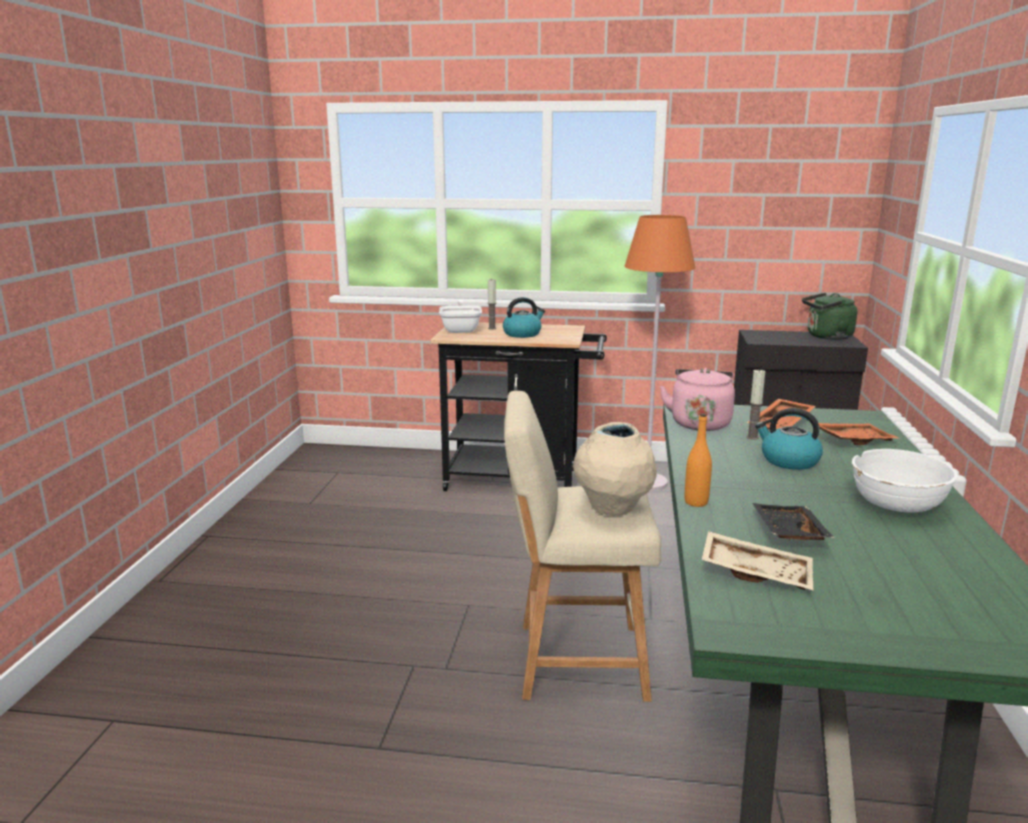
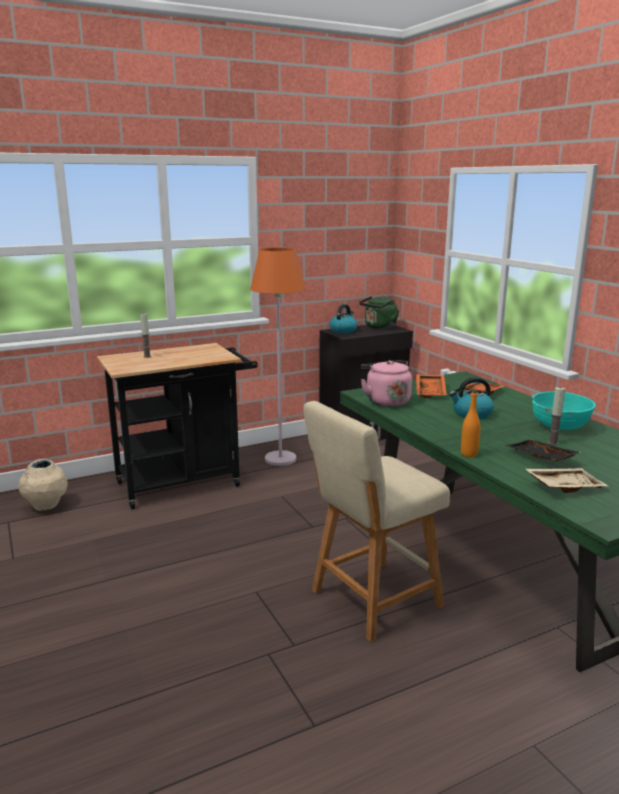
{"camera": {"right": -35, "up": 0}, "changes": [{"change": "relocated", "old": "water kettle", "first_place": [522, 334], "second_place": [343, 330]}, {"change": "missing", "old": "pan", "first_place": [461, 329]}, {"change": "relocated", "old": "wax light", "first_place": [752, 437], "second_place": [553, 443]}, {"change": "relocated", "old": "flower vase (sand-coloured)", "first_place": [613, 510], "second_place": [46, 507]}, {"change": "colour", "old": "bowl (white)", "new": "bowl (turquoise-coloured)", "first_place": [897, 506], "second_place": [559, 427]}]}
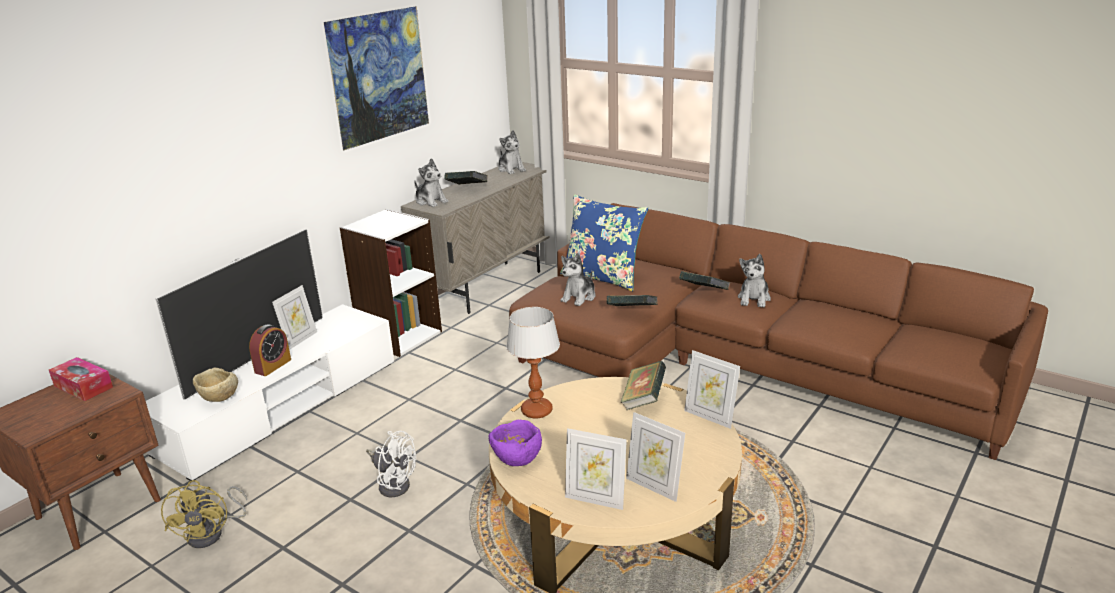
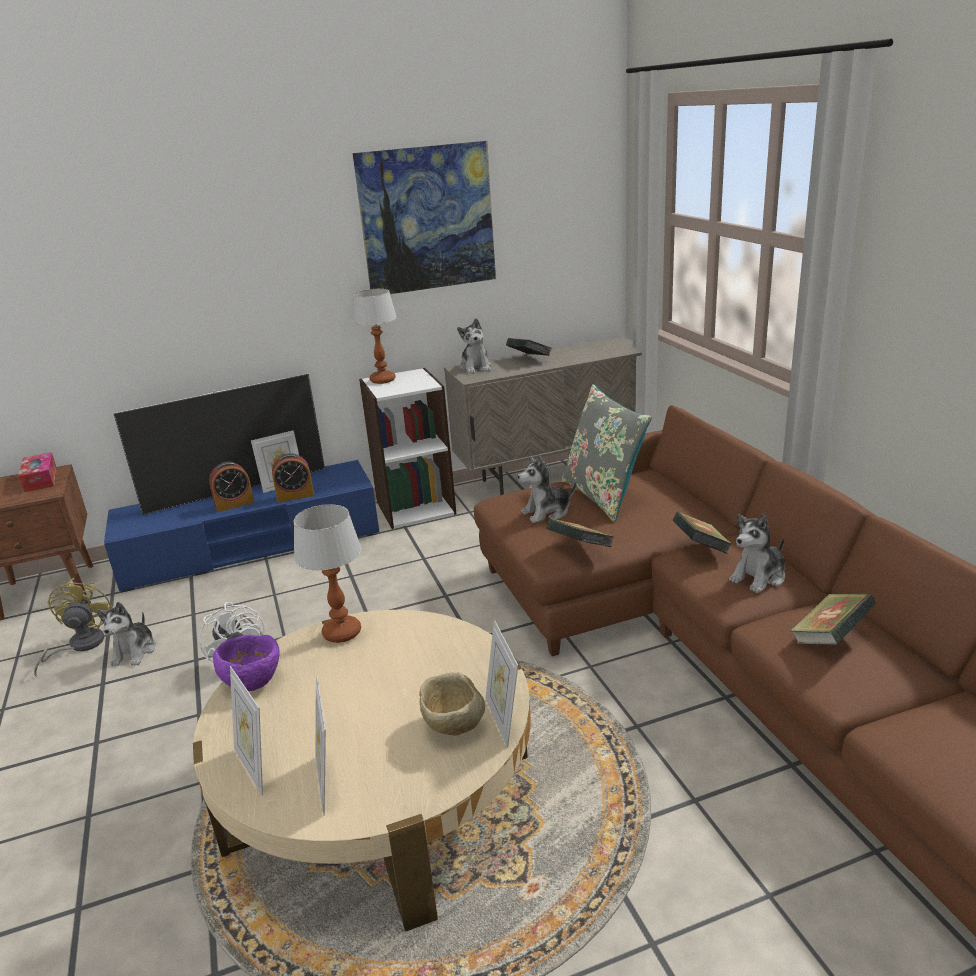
{"camera": {"right": 35, "up": 0}, "changes": [{"change": "relocated", "old": "cuddly toy", "first_place": [511, 169], "second_place": [135, 652]}, {"change": "colour", "old": "pillow (blue-coloured)", "new": "pillow (grey)", "first_place": [603, 277], "second_place": [603, 496]}, {"change": "colour", "old": "media console (white)", "new": "media console (blue-coloured)", "first_place": [281, 406], "second_place": [252, 546]}, {"change": "relocated", "old": "book", "first_place": [643, 399], "second_place": [829, 638]}, {"change": "relocated", "old": "bowl (sand-coloured)", "first_place": [219, 399], "second_place": [453, 727]}, {"change": "spun", "old": "electric fan (yellow-coloured)", "first_place": [212, 533], "second_place": [80, 646], "degrees": 150}, {"change": "appeared", "new": "tabletop lamp", "second_place": [382, 380]}, {"change": "appeared", "new": "bedside clock", "second_place": [295, 496]}]}
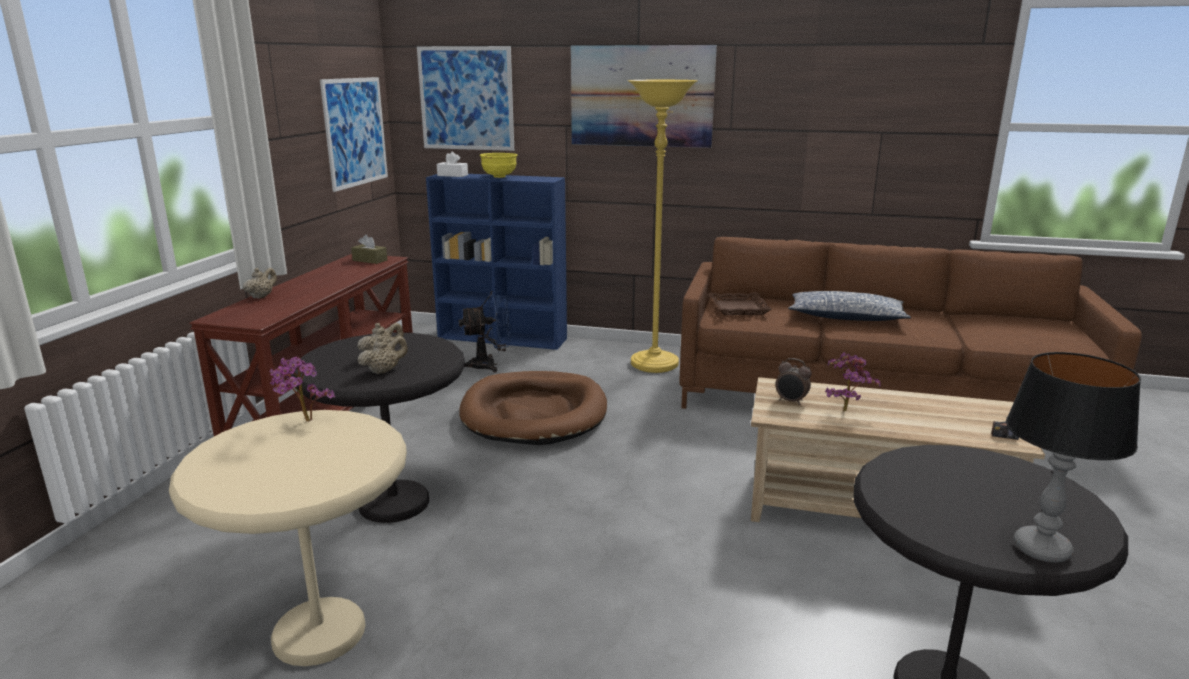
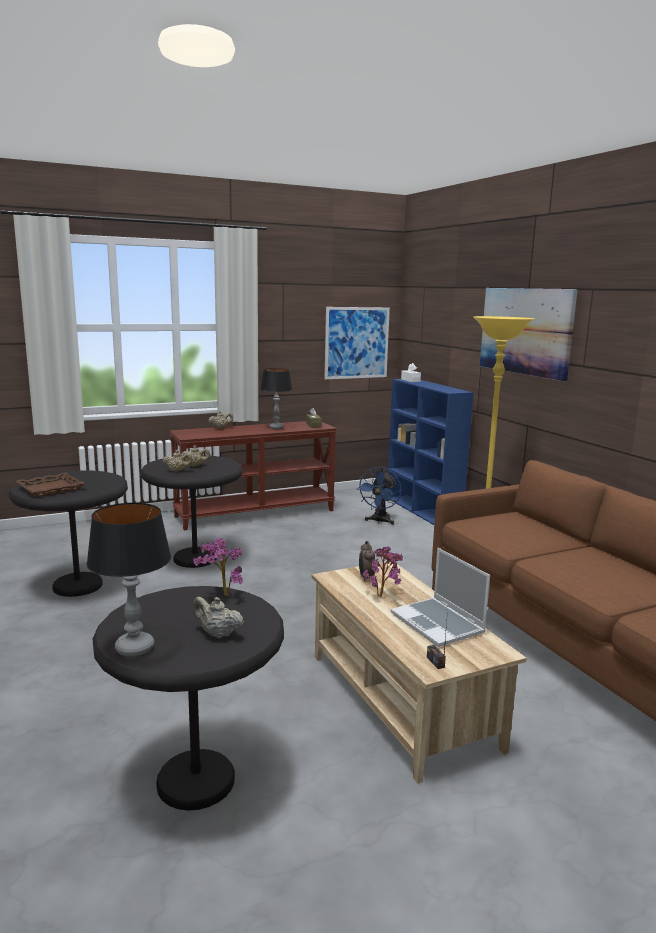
{"camera": {"right": 50, "up": -5}, "changes": [{"change": "missing", "old": "wall picture", "first_place": [466, 98]}, {"change": "missing", "old": "bowl (yellow-coloured)", "first_place": [500, 177]}, {"change": "spun", "old": "electric fan (blue-coloured)", "first_place": [489, 365], "second_place": [379, 521], "degrees": 75}, {"change": "missing", "old": "pillow", "first_place": [845, 317]}, {"change": "relocated", "old": "carrying tray (brownish)", "first_place": [739, 308], "second_place": [50, 489]}, {"change": "relocated", "old": "plant in a pot", "first_place": [304, 423], "second_place": [221, 595]}, {"change": "missing", "old": "dog cushion (brownish)", "first_place": [534, 413]}, {"change": "colour", "old": "side table (sand-coloured)", "new": "side table (blackish)", "first_place": [319, 633], "second_place": [78, 586]}, {"change": "appeared", "new": "tabletop lamp", "second_place": [276, 428]}, {"change": "appeared", "new": "portable computer", "second_place": [439, 624]}, {"change": "appeared", "new": "tea pot (sand-coloured)", "second_place": [217, 634]}]}
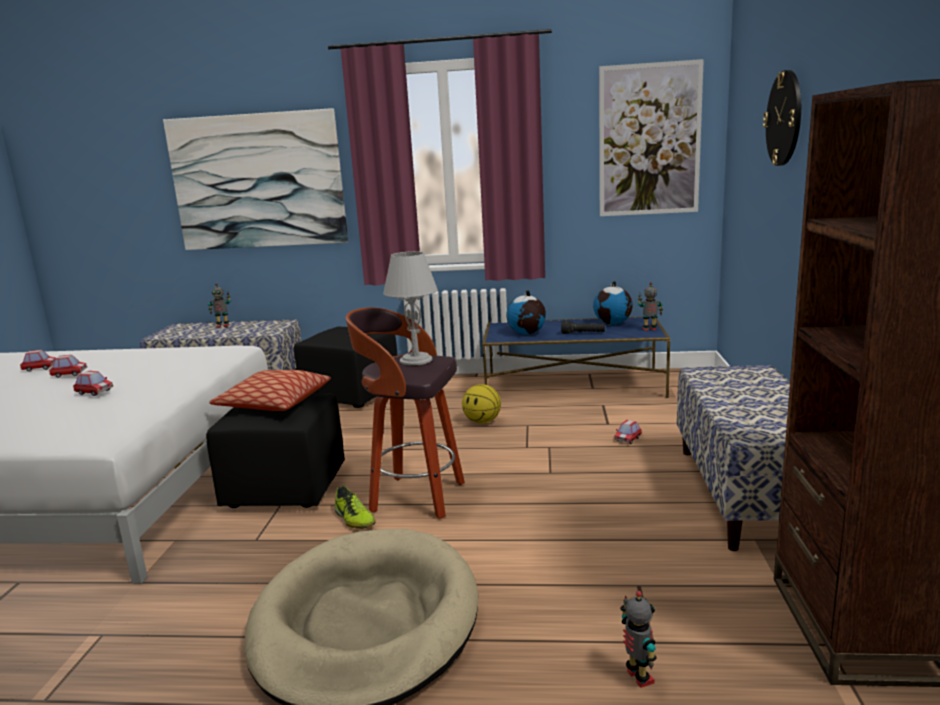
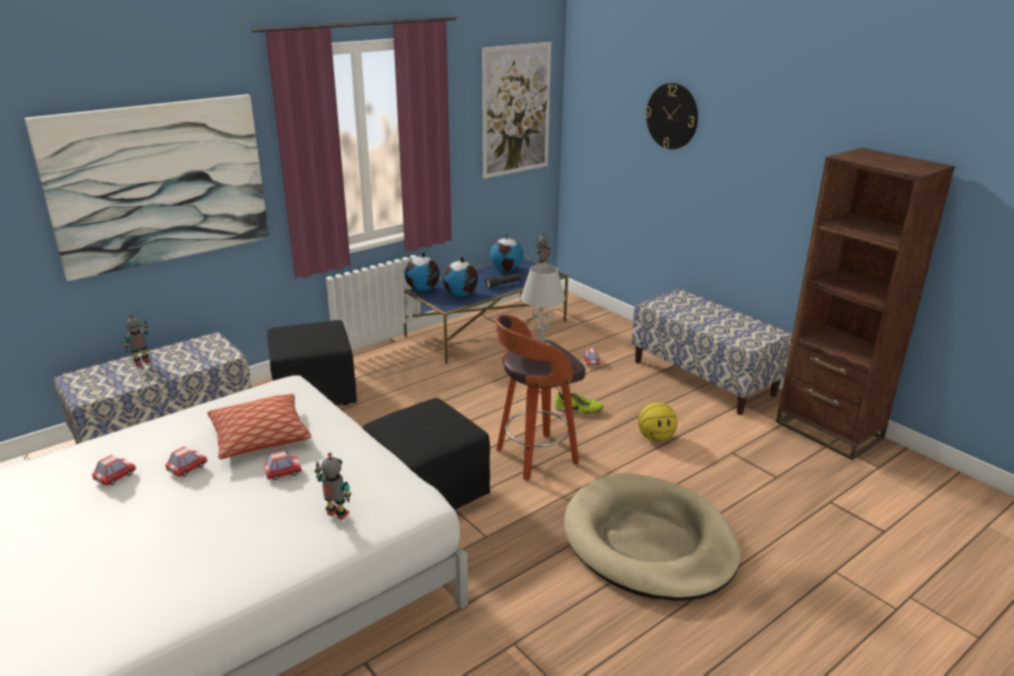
{"camera": {"right": -45, "up": 10}, "changes": [{"change": "relocated", "old": "pillow", "first_place": [274, 403], "second_place": [260, 437]}, {"change": "relocated", "old": "ball for basketball", "first_place": [482, 422], "second_place": [656, 438]}, {"change": "relocated", "old": "shoe", "first_place": [354, 519], "second_place": [578, 410]}, {"change": "relocated", "old": "model robot", "first_place": [638, 678], "second_place": [337, 514]}, {"change": "appeared", "new": "world globe", "second_place": [423, 289]}]}
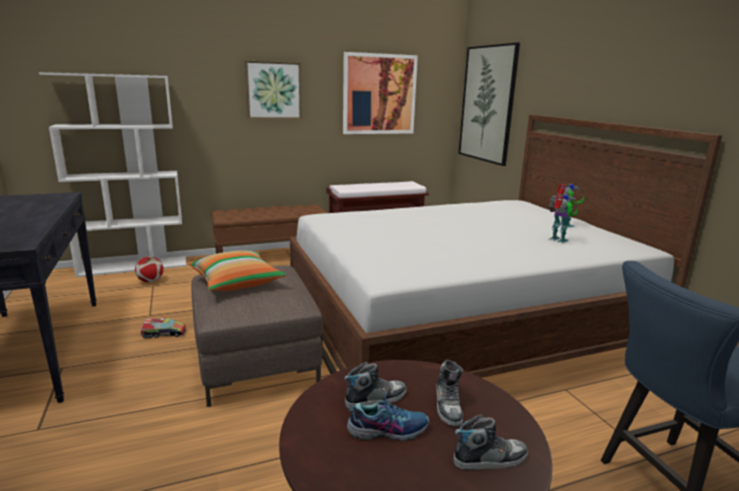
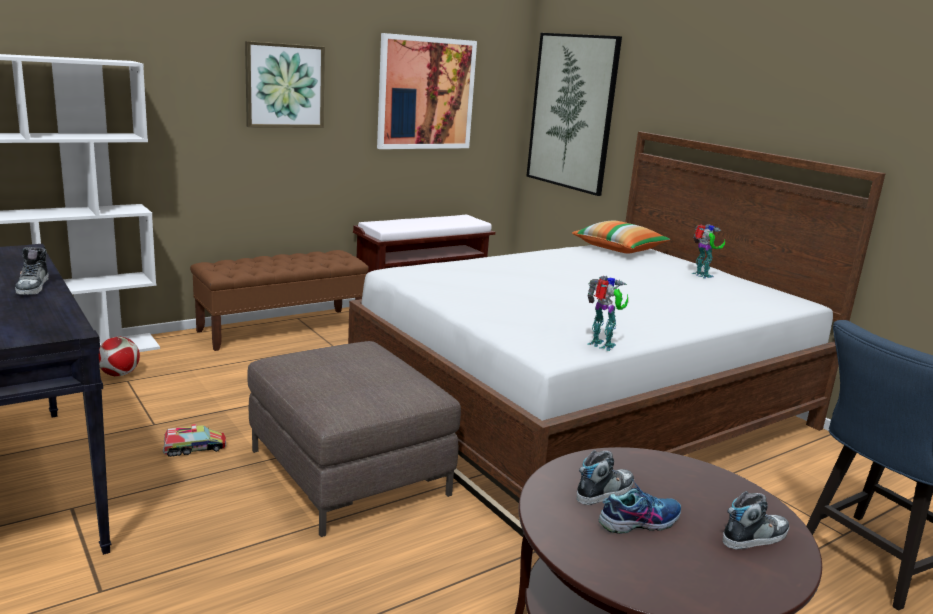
{"camera": {"right": -15, "up": 0}, "changes": [{"change": "relocated", "old": "model robot", "first_place": [558, 240], "second_place": [602, 346]}, {"change": "relocated", "old": "pillow", "first_place": [237, 282], "second_place": [619, 249]}, {"change": "relocated", "old": "shoe", "first_place": [448, 405], "second_place": [33, 287]}]}
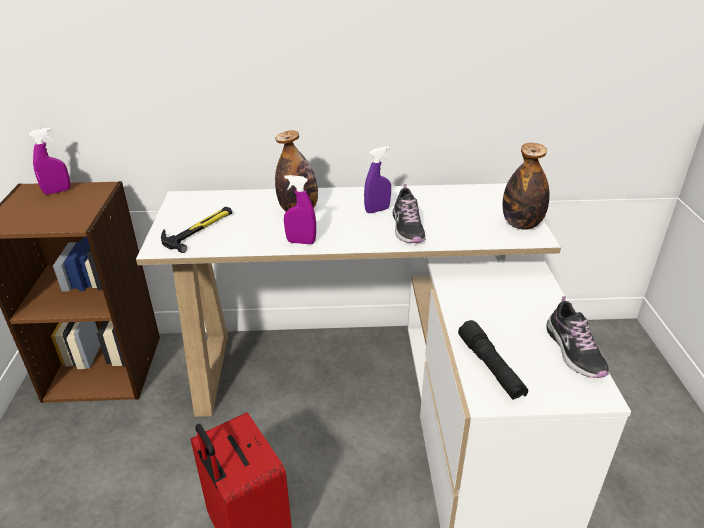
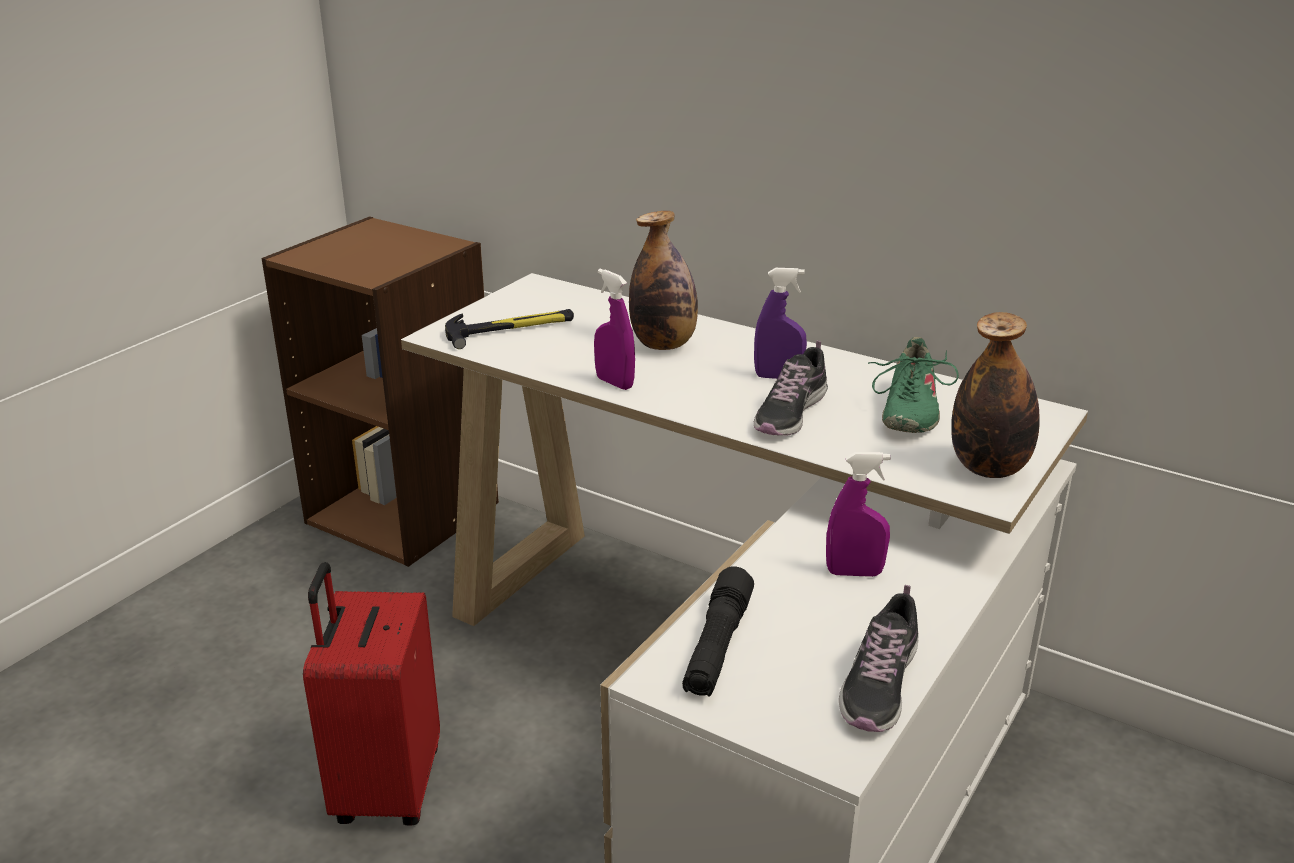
{"camera": {"right": 35, "up": -5}, "changes": [{"change": "relocated", "old": "hand sprayer (purple-coloured)", "first_place": [57, 191], "second_place": [854, 573]}, {"change": "appeared", "new": "shoe (greenish)", "second_place": [908, 411]}]}
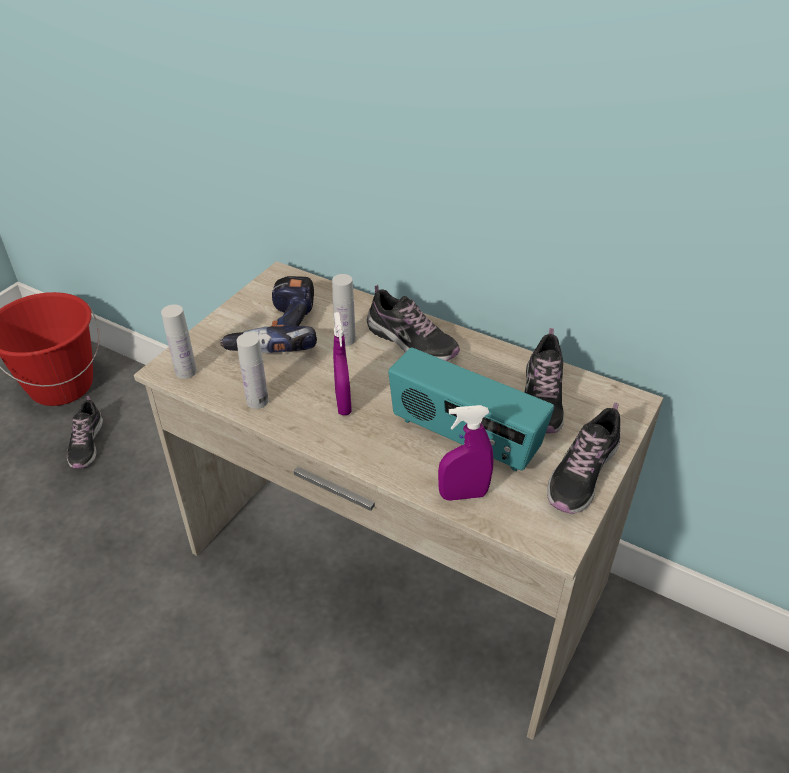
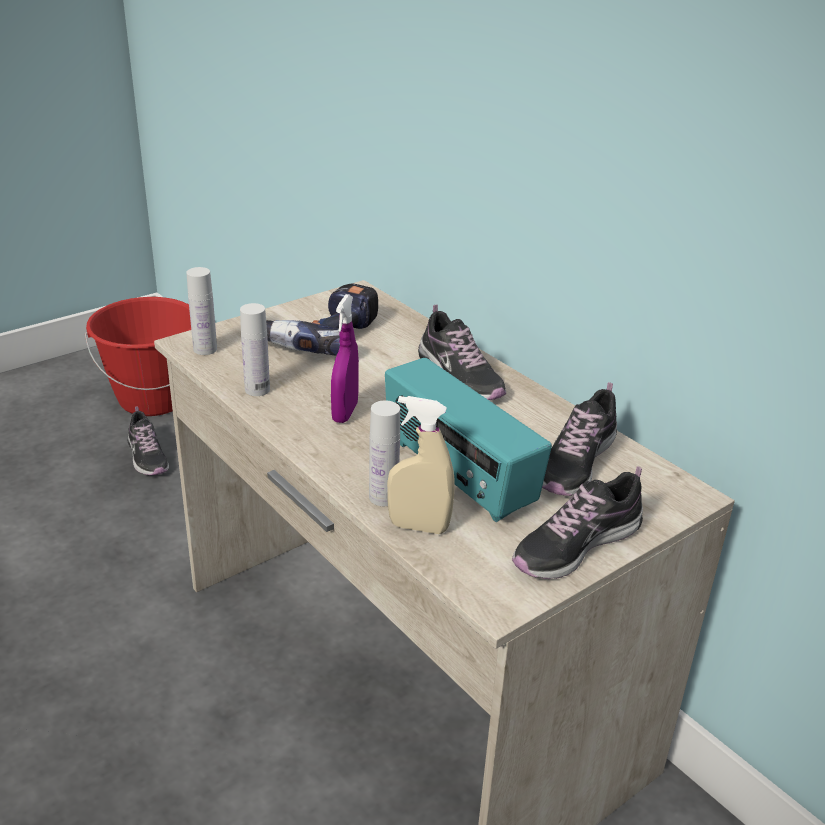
{"camera": {"right": 20, "up": -10}, "changes": [{"change": "relocated", "old": "bottle (white)", "first_place": [345, 339], "second_place": [383, 497]}, {"change": "spun", "old": "shoe", "first_place": [86, 444], "second_place": [147, 456], "degrees": -45}, {"change": "colour", "old": "hand sprayer (purple-coloured)", "new": "hand sprayer (sand-coloured)", "first_place": [463, 494], "second_place": [418, 527]}]}
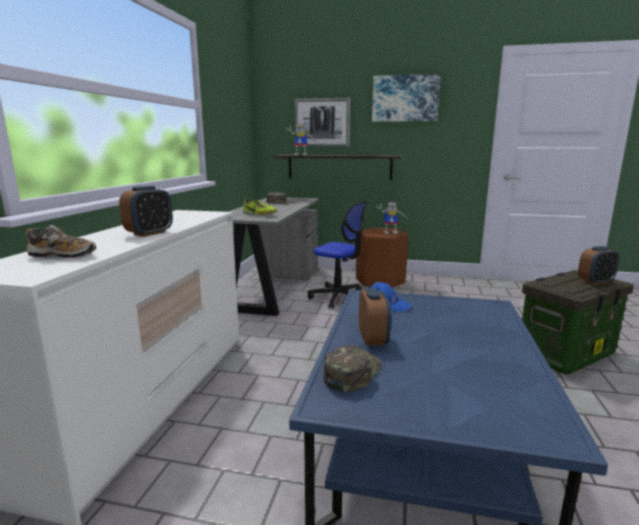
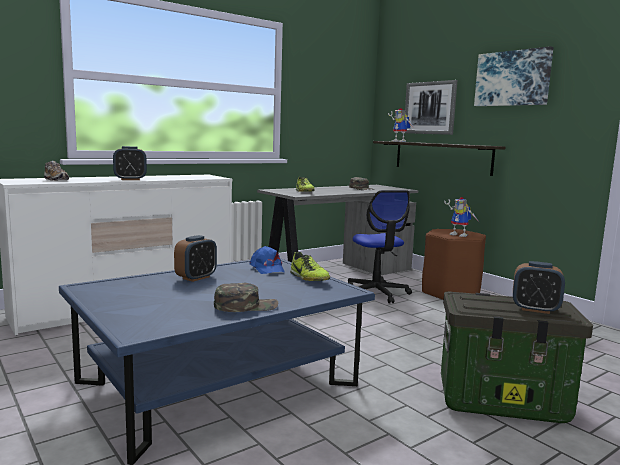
{"camera": {"right": 40, "up": -5}, "changes": [{"change": "relocated", "old": "peaked cap (greenish)", "first_place": [352, 373], "second_place": [246, 306]}, {"change": "appeared", "new": "shoe", "second_place": [308, 278]}]}
